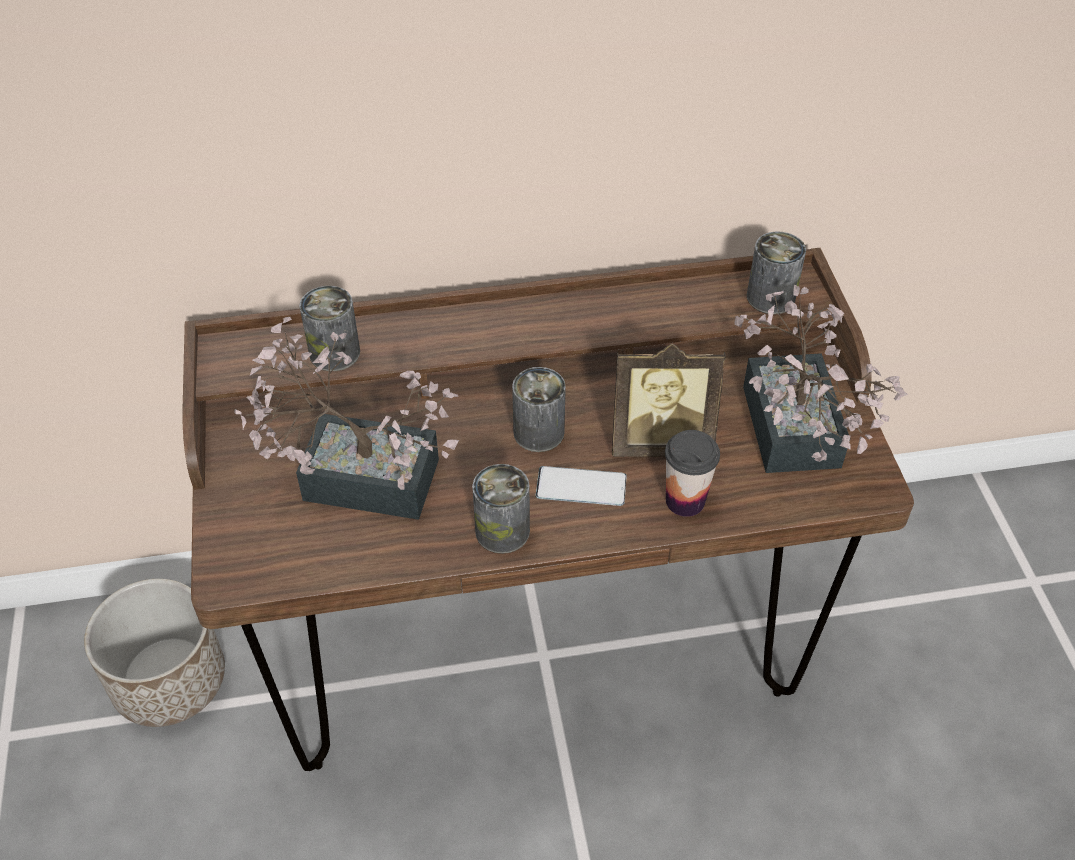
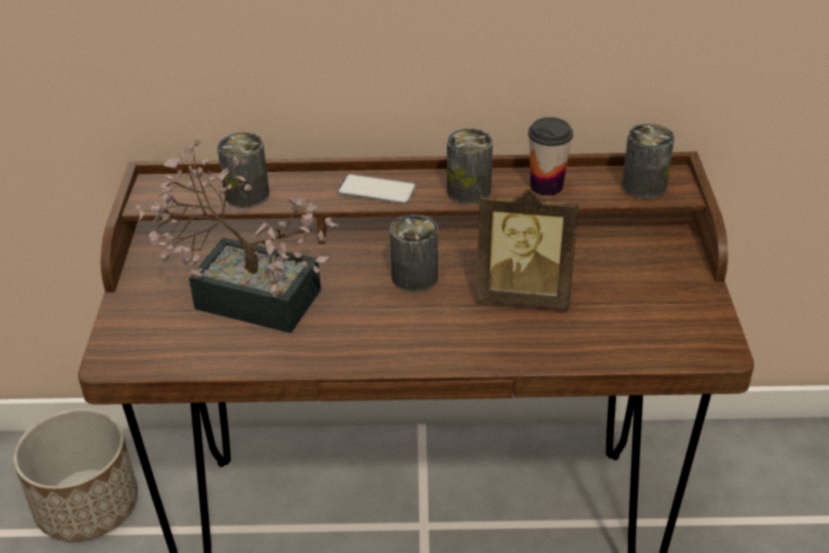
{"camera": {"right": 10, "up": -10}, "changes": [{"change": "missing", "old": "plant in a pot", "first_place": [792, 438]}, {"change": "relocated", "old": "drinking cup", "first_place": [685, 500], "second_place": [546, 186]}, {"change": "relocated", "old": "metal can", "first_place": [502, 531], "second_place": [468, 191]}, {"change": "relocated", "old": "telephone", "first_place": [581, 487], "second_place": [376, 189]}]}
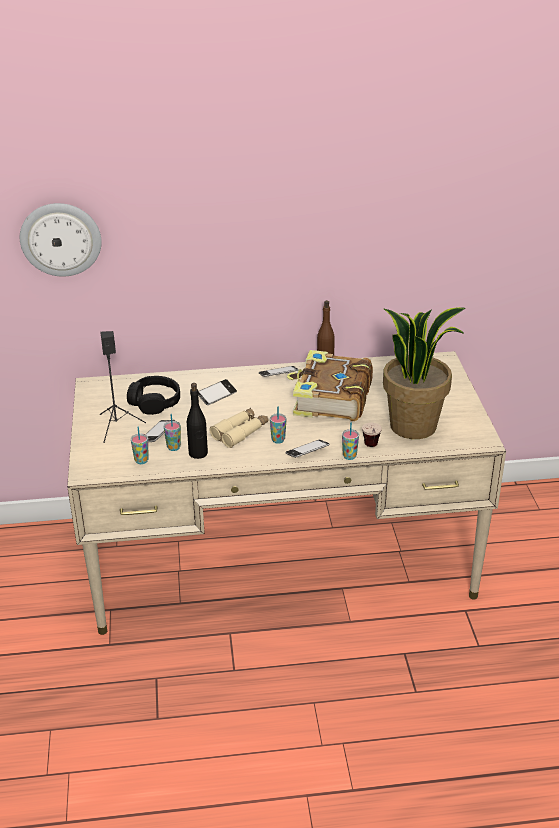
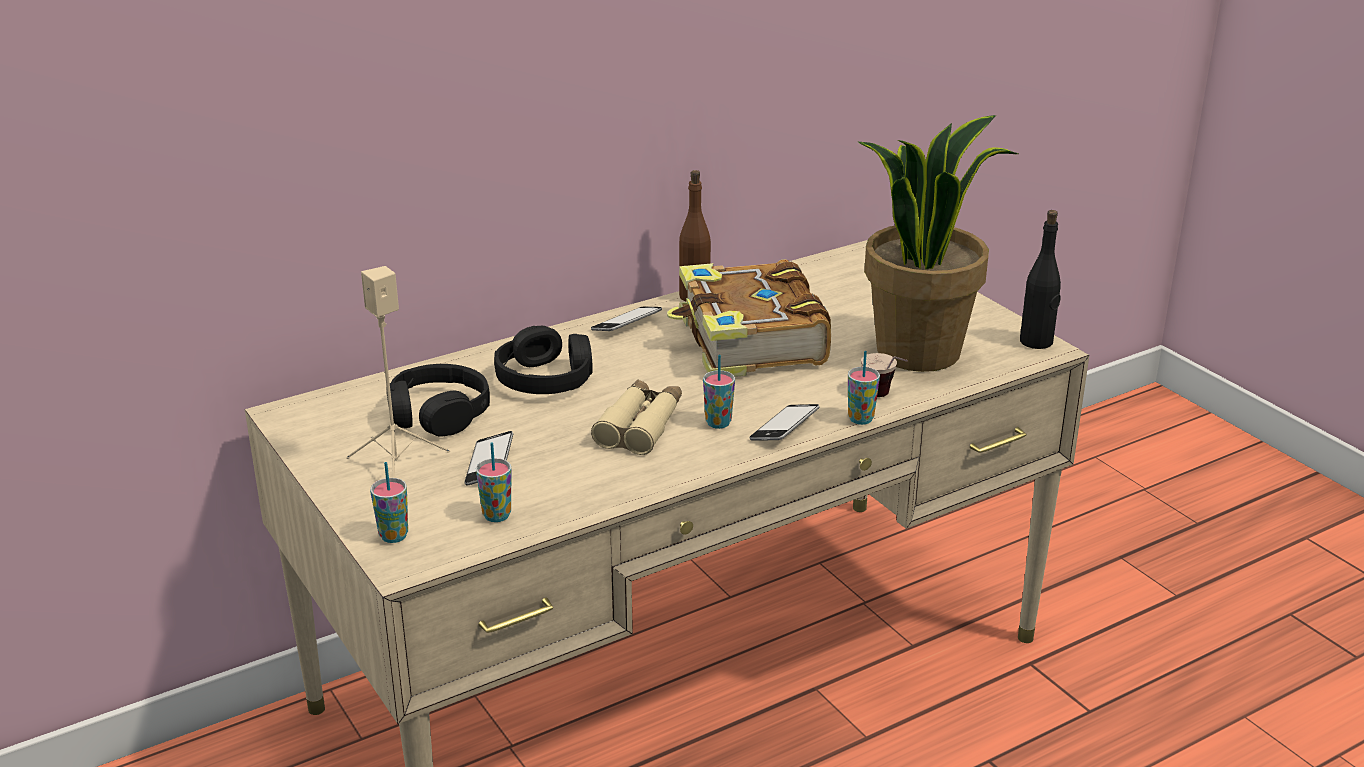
{"camera": {"right": -25, "up": -5}, "changes": [{"change": "missing", "old": "hanging clock", "first_place": [61, 239]}, {"change": "colour", "old": "loudspeaker (blackish)", "new": "loudspeaker (sand-coloured)", "first_place": [116, 426], "second_place": [397, 470]}, {"change": "exchanged", "old": "telephone", "new": "pair of headphones (blackish)", "first_place": [216, 395], "second_place": [546, 379]}, {"change": "relocated", "old": "bottle (blackish)", "first_place": [198, 453], "second_place": [1036, 342]}, {"change": "relocated", "old": "drinking cup", "first_place": [173, 447], "second_place": [393, 536]}]}
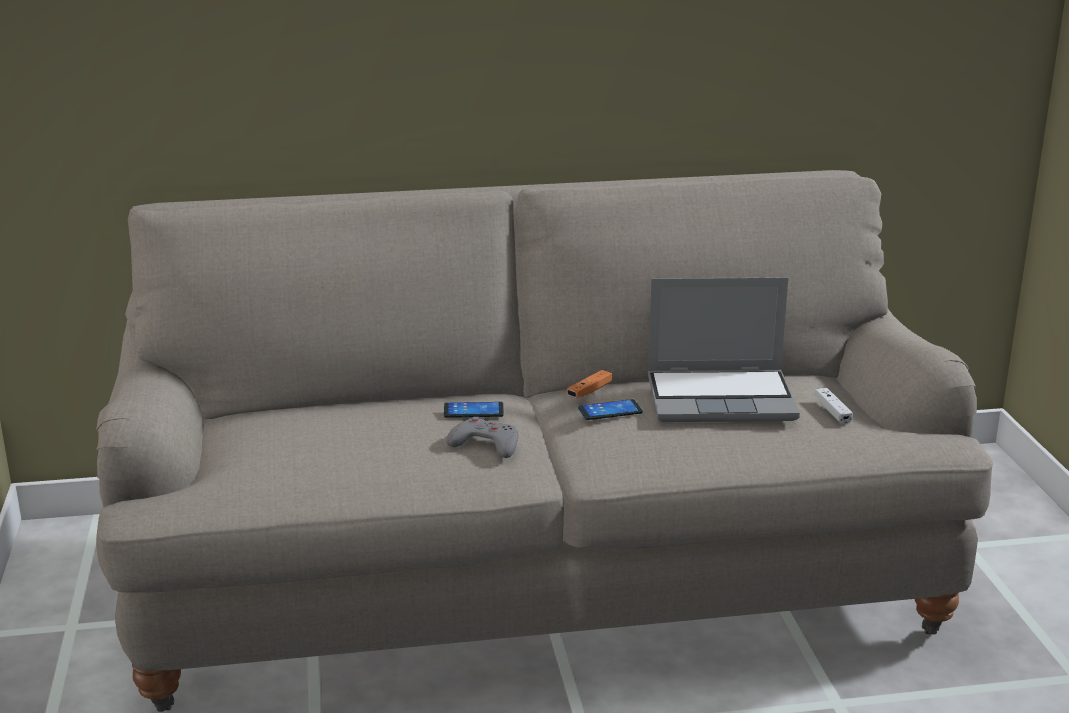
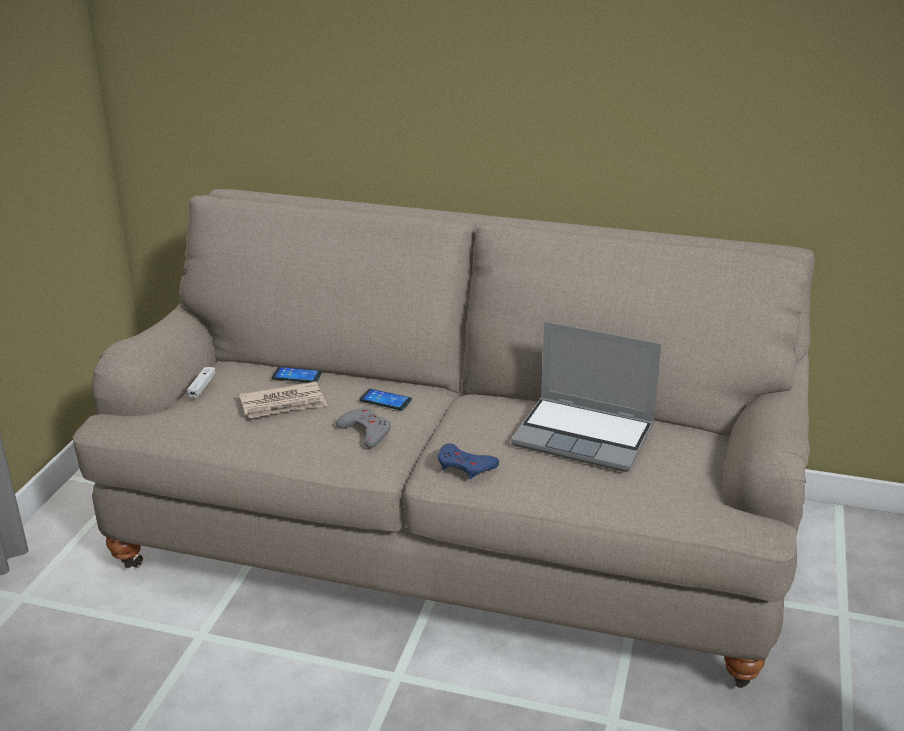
{"camera": {"right": 25, "up": 5}, "changes": [{"change": "missing", "old": "game controller (orange)", "first_place": [589, 391]}, {"change": "relocated", "old": "game controller (white)", "first_place": [832, 411], "second_place": [202, 386]}, {"change": "relocated", "old": "telephone", "first_place": [610, 411], "second_place": [296, 376]}, {"change": "appeared", "new": "printed paper", "second_place": [283, 404]}, {"change": "appeared", "new": "game controller (blue-coloured)", "second_place": [465, 466]}]}
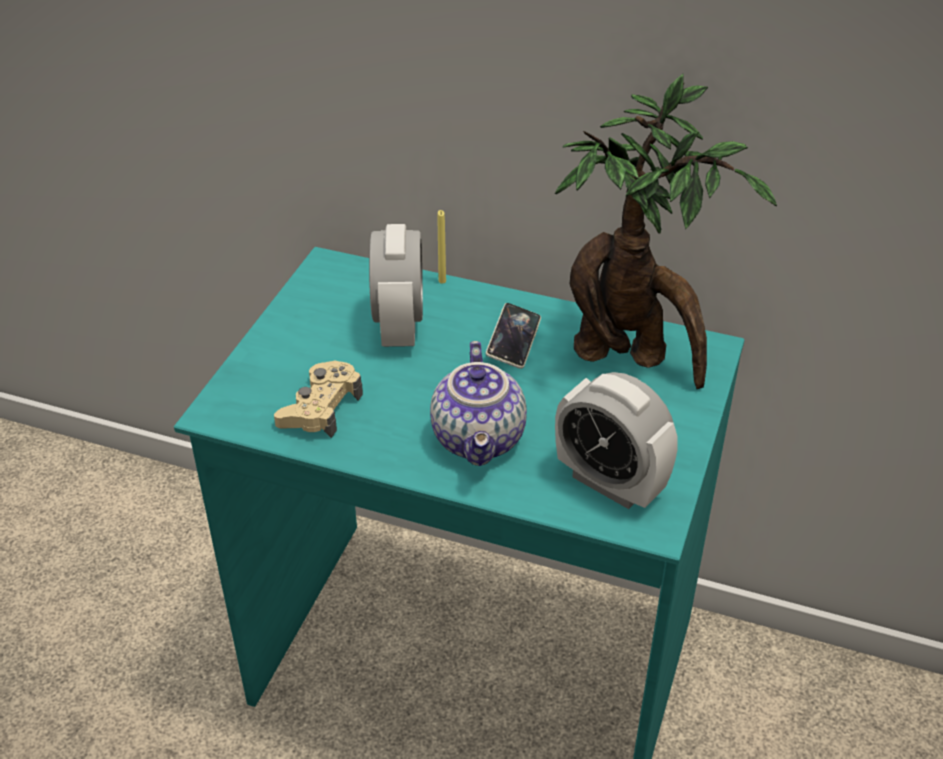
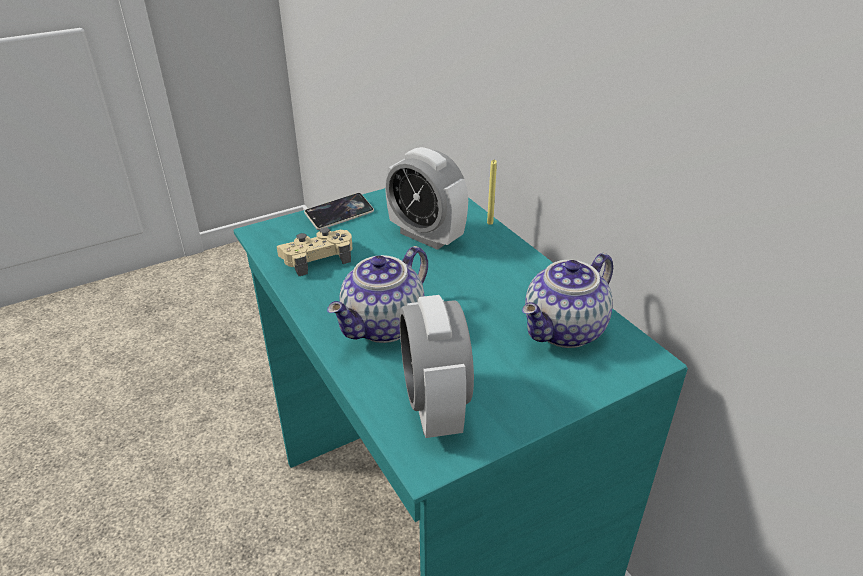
{"camera": {"right": 40, "up": -5}, "changes": [{"change": "exchanged", "old": "plant in a pot", "new": "tea pot", "first_place": [631, 358], "second_place": [565, 331]}, {"change": "spun", "old": "bedside clock", "first_place": [399, 327], "second_place": [426, 236], "degrees": 90}, {"change": "relocated", "old": "telephone", "first_place": [513, 340], "second_place": [340, 215]}]}
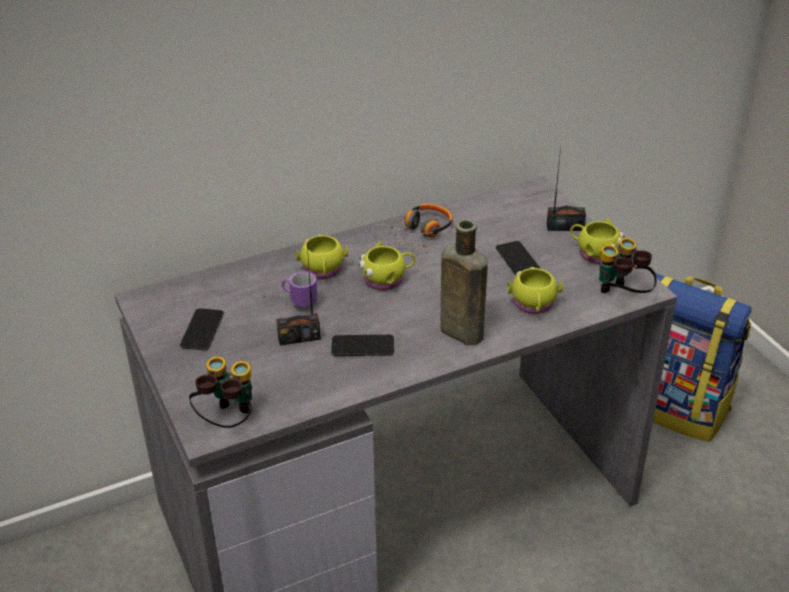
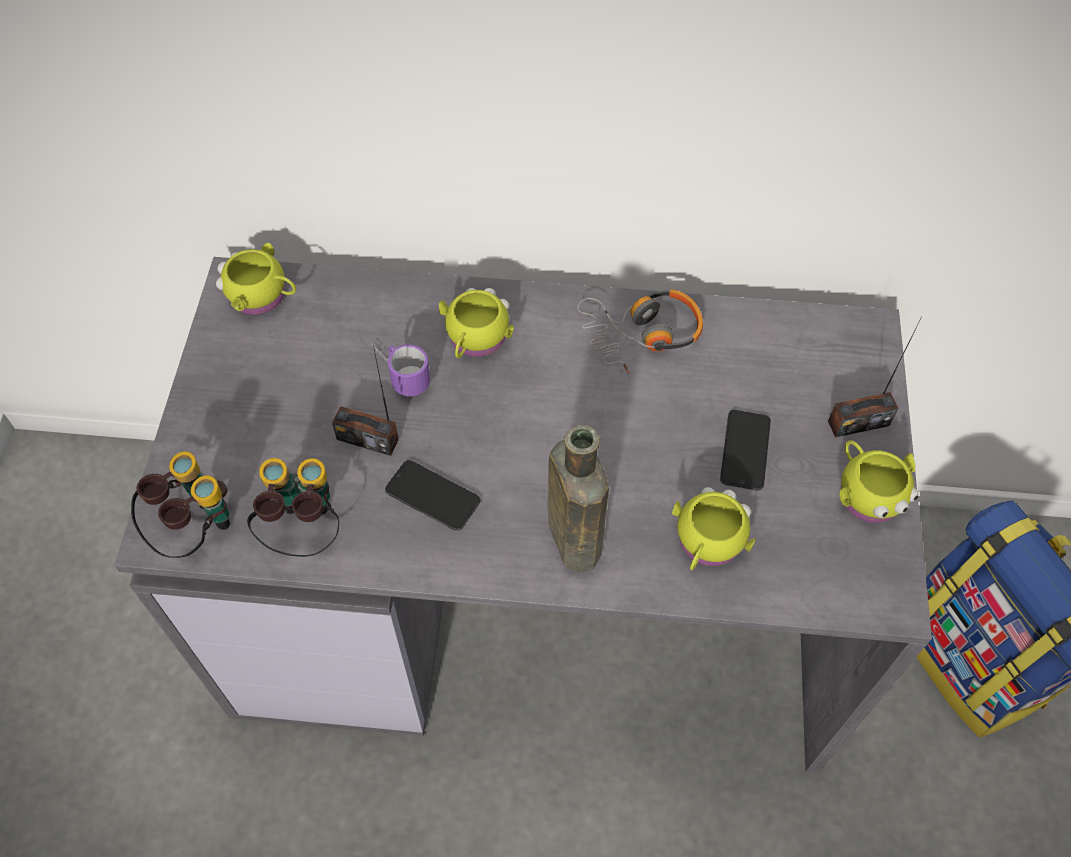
{"camera": {"right": 30, "up": 20}, "changes": [{"change": "spun", "old": "radio receiver", "first_place": [565, 227], "second_place": [858, 423], "degrees": 135}, {"change": "relocated", "old": "binoculars", "first_place": [622, 296], "second_place": [303, 531]}, {"change": "relocated", "old": "mug (yellow-coloured)", "first_place": [387, 279], "second_place": [262, 296]}, {"change": "missing", "old": "telephone", "first_place": [202, 330]}]}
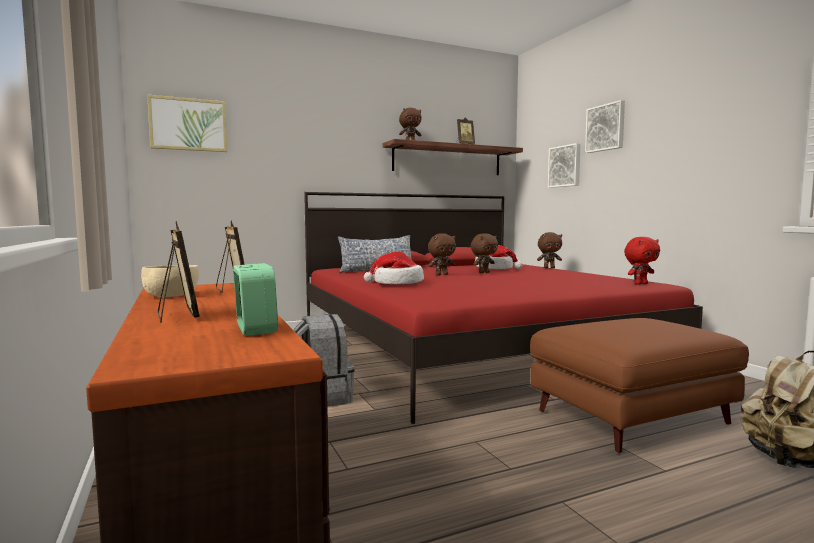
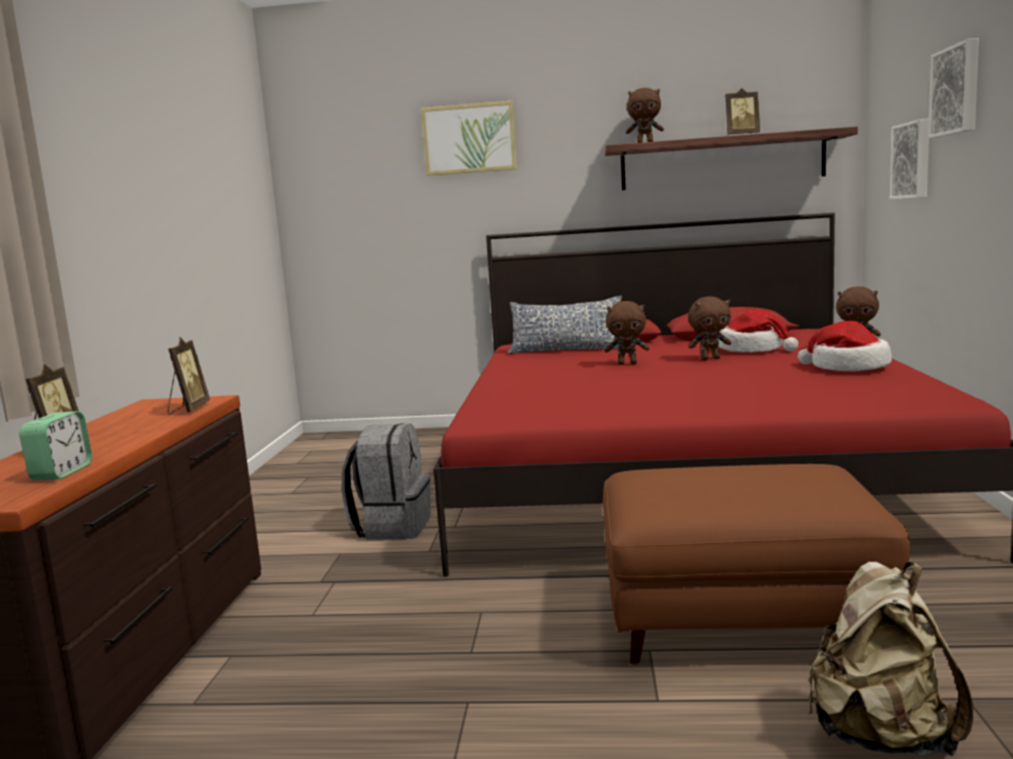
{"camera": {"right": 30, "up": 5}, "changes": [{"change": "relocated", "old": "wall picture", "first_place": [188, 124], "second_place": [469, 138]}, {"change": "missing", "old": "cuddly toy (red)", "first_place": [640, 284]}, {"change": "relocated", "old": "clothing hat", "first_place": [397, 283], "second_place": [847, 367]}, {"change": "missing", "old": "bowl (sand-coloured)", "first_place": [172, 295]}]}
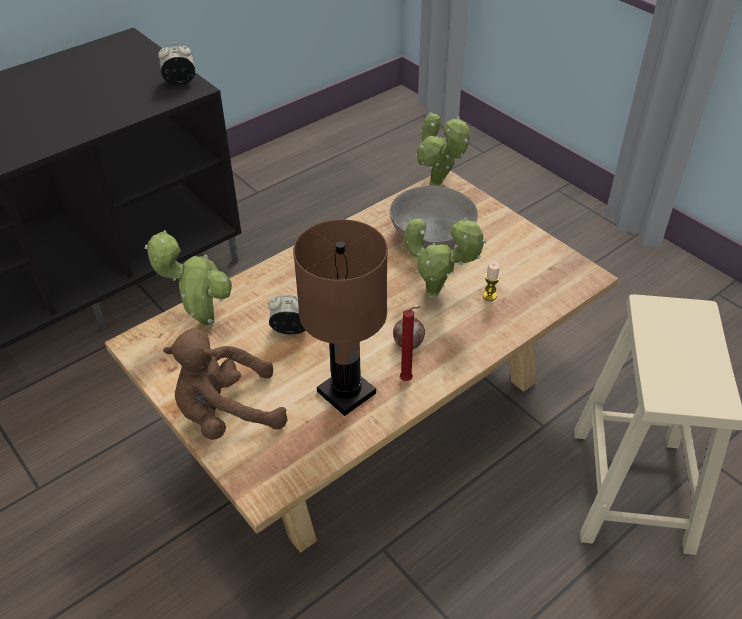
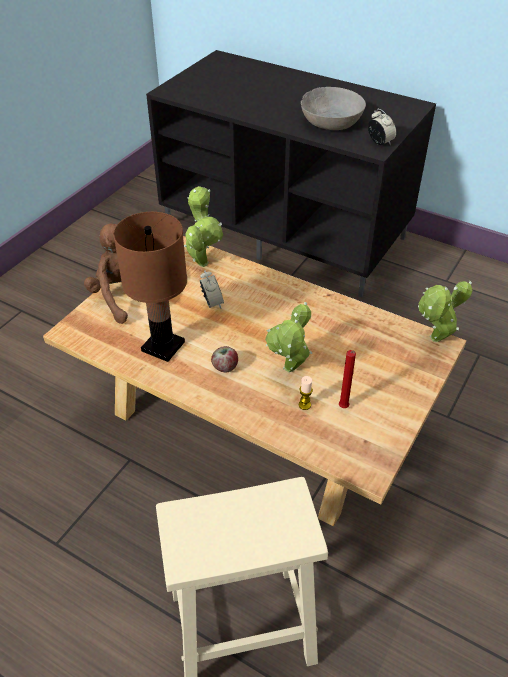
{"camera": {"right": 70, "up": 0}, "changes": [{"change": "relocated", "old": "bowl (grey)", "first_place": [433, 234], "second_place": [331, 122]}, {"change": "relocated", "old": "wax light (red)", "first_place": [408, 380], "second_place": [343, 408]}]}
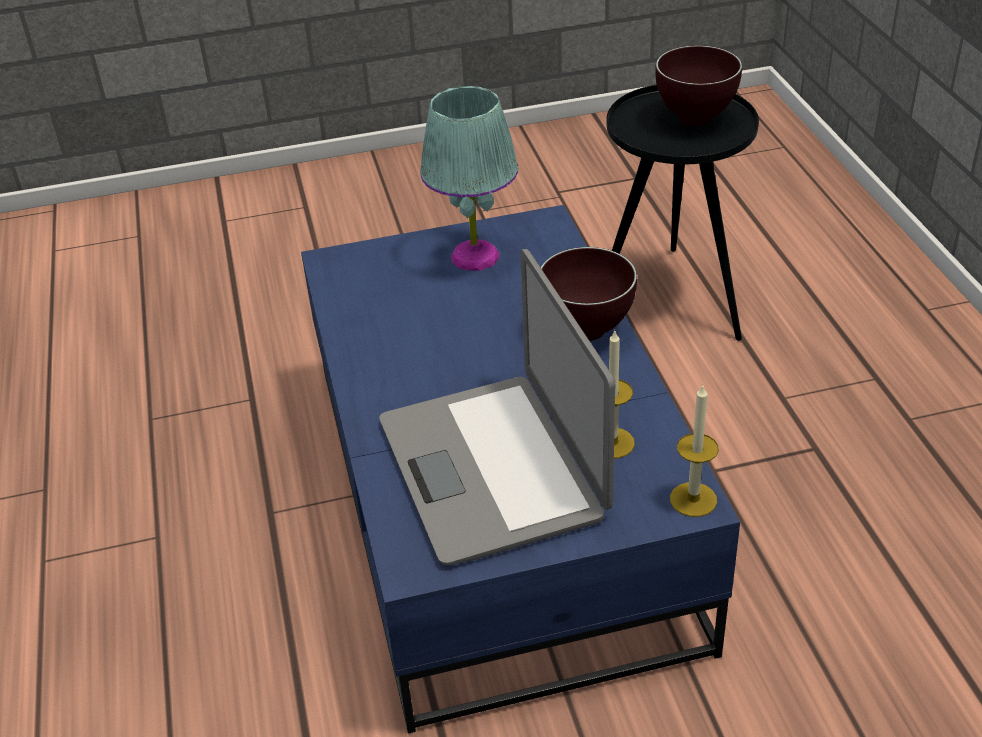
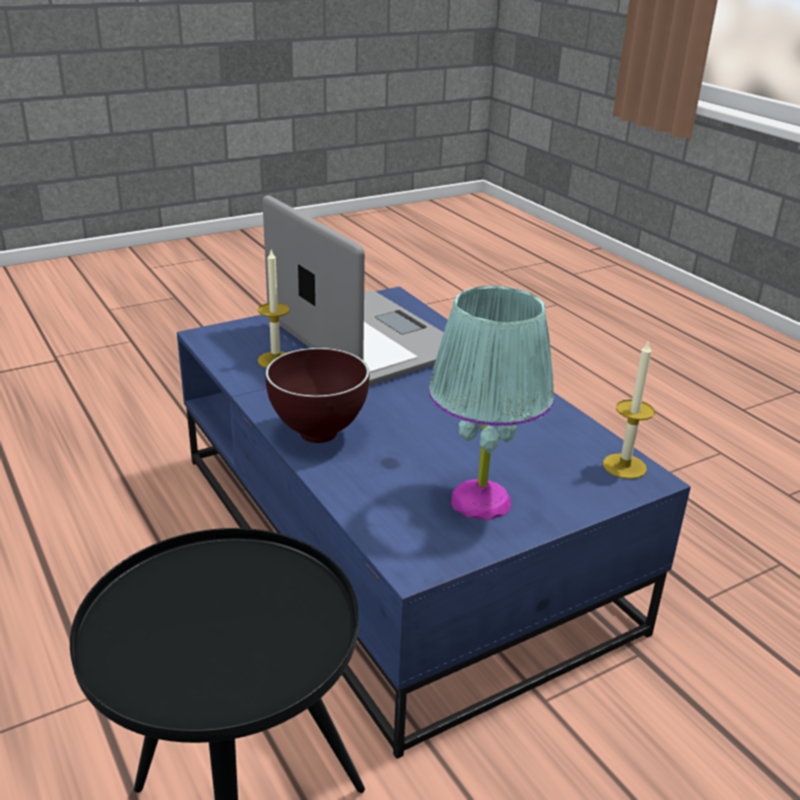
{"camera": {"right": 160, "up": -10}, "changes": [{"change": "missing", "old": "bowl (brownish)", "first_place": [693, 119]}, {"change": "relocated", "old": "wax light", "first_place": [693, 499], "second_place": [624, 466]}]}
